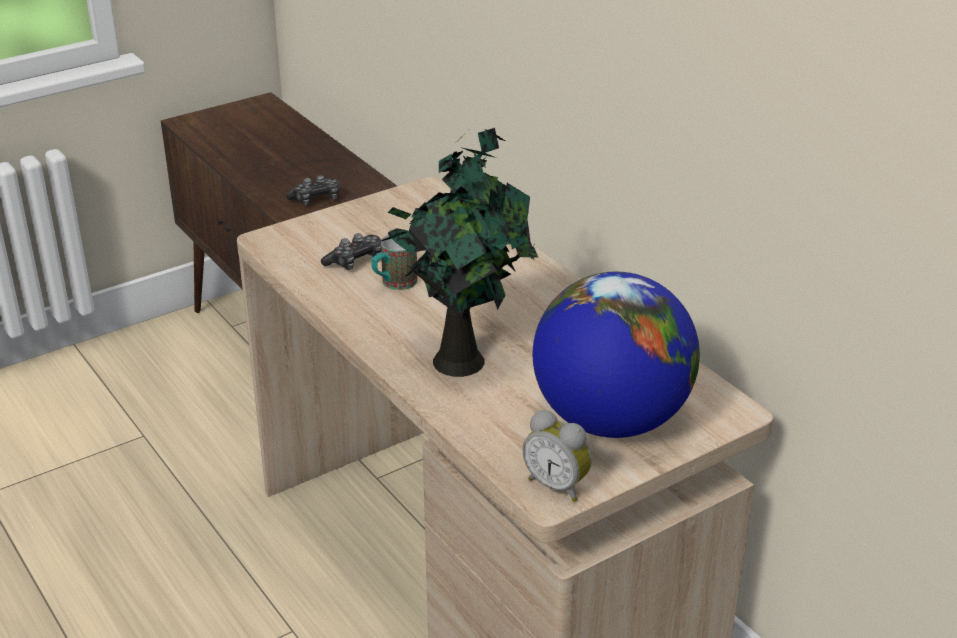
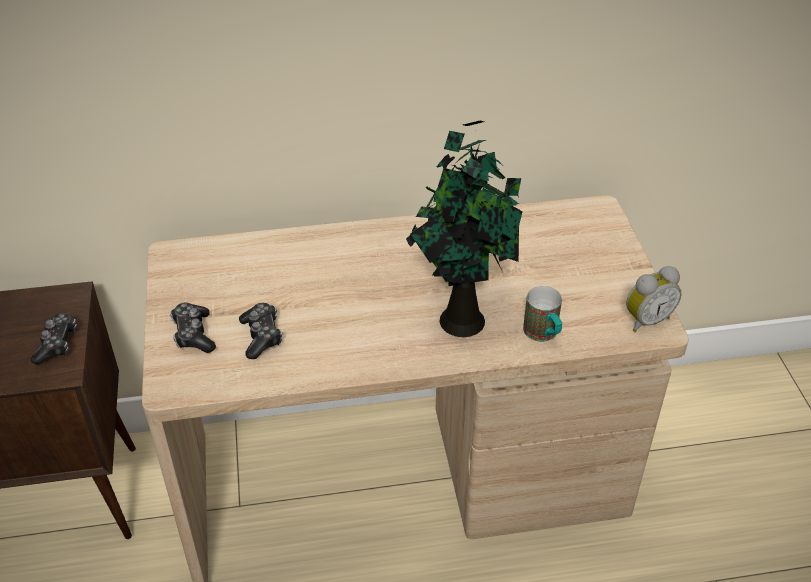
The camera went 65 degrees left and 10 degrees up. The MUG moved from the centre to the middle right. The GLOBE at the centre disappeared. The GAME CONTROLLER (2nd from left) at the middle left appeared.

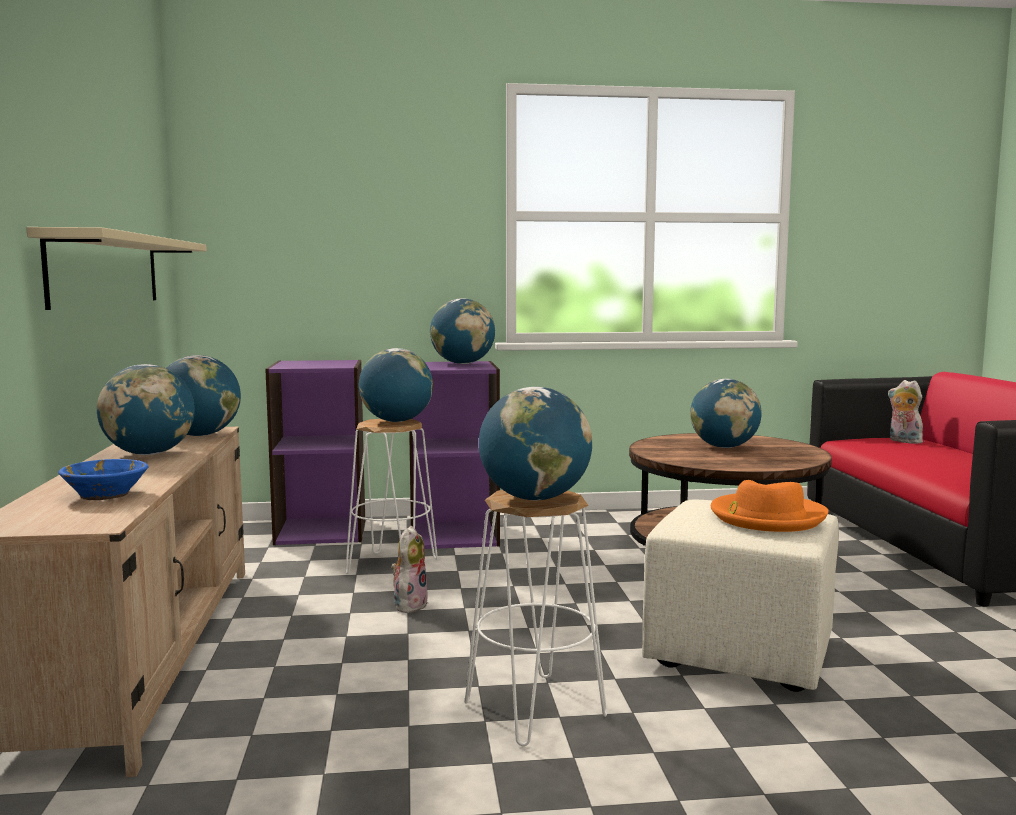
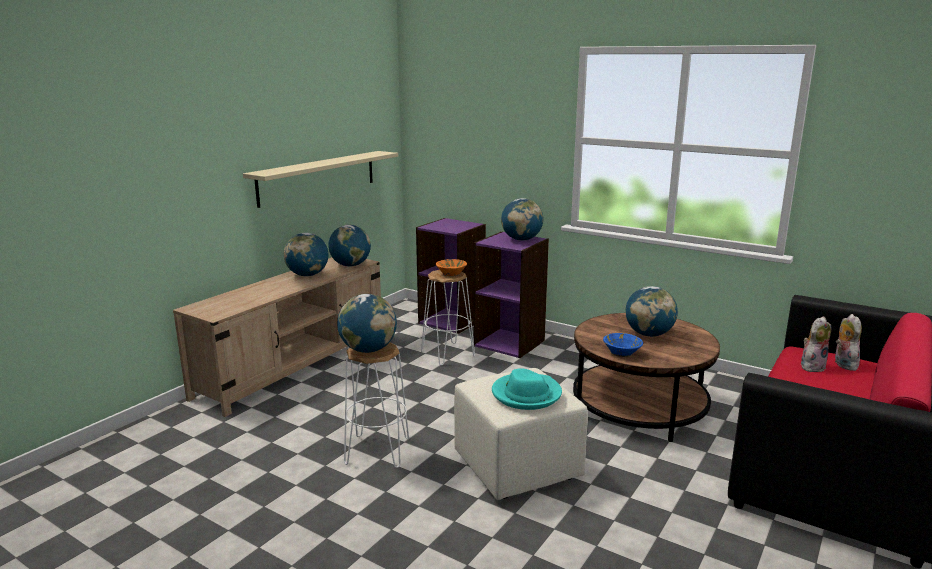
The camera went 40 degrees right and 10 degrees up. The GLOBE (3rd from left) at the centre was replaced by the ORANGE BOWL at the centre. The BLUE BOWL moved from the middle left to the middle right. The ORANGE HAT at the middle right became the TURQUOISE HAT at the bottom centre. The PLUSH TOY (1st from left) moved from the bottom centre to the middle right.

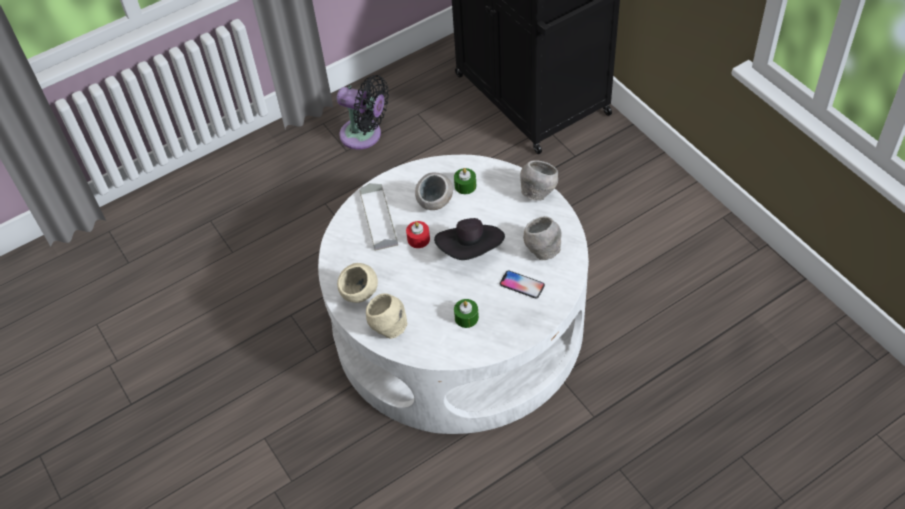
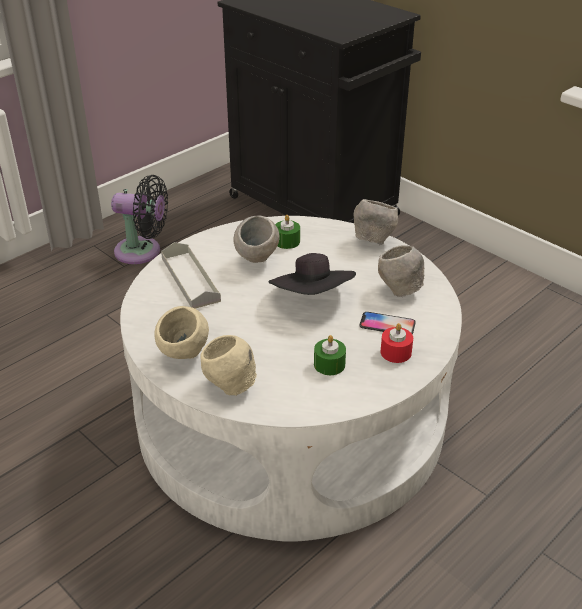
The camera went 15 degrees left and 15 degrees down. The RED CANDLE moved from the centre to the middle right.

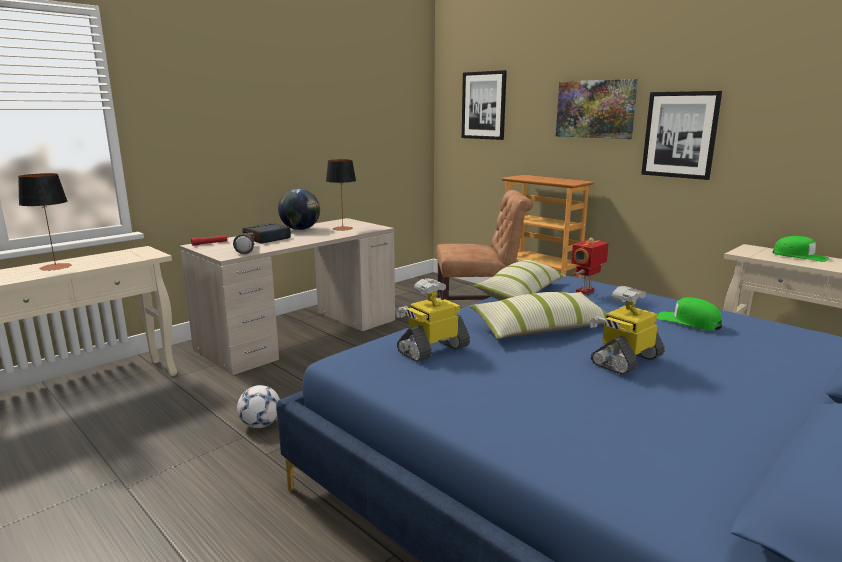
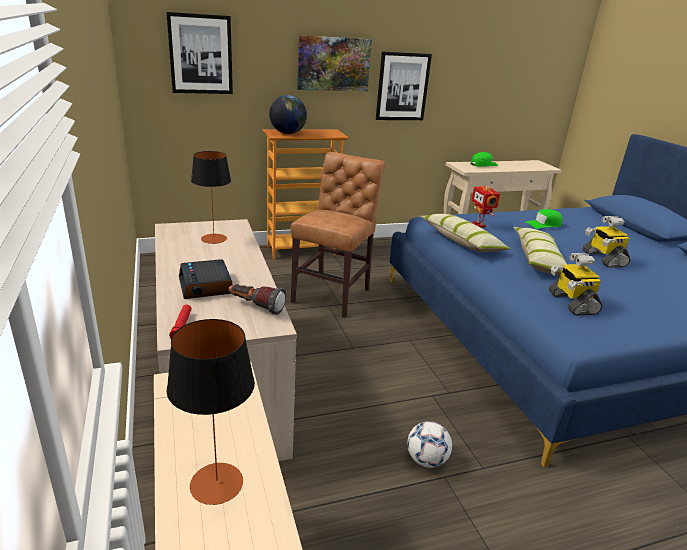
The camera went 65 degrees left and 10 degrees up. The GLOBE moved from the centre to the top centre.

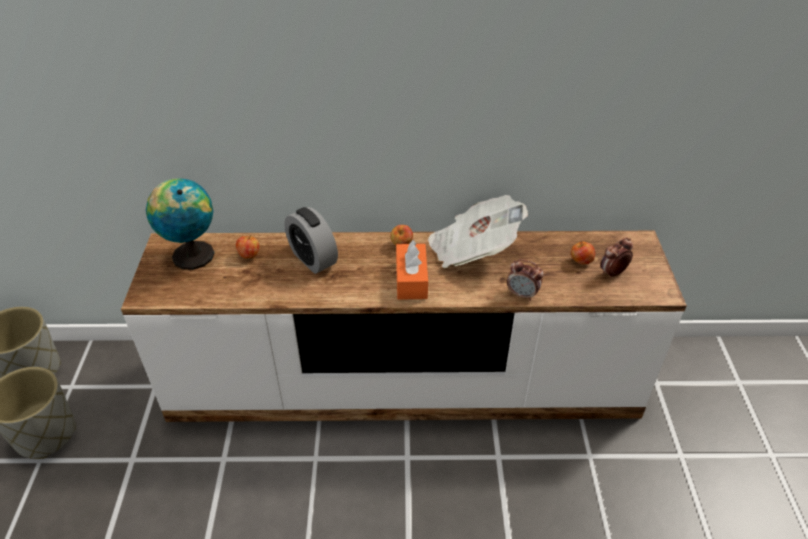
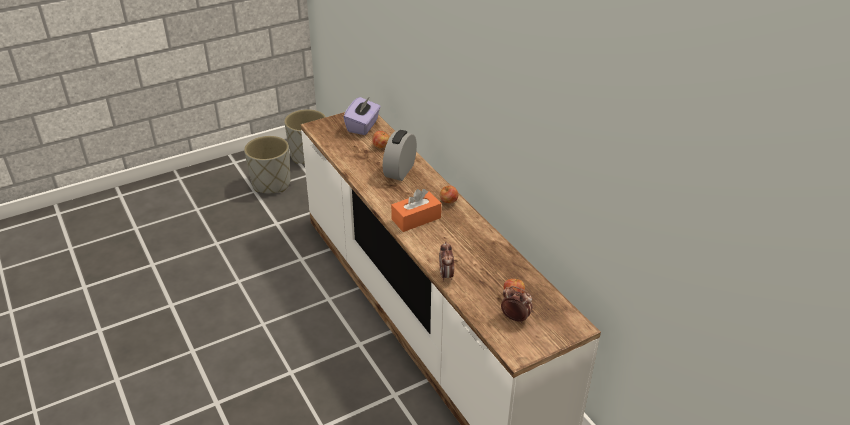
The camera went 60 degrees right and 5 degrees down. The GLOBE at the middle left was replaced by the PURPLE TISSUE BOX at the top centre. The NEWSPAPER at the centre disappeared.

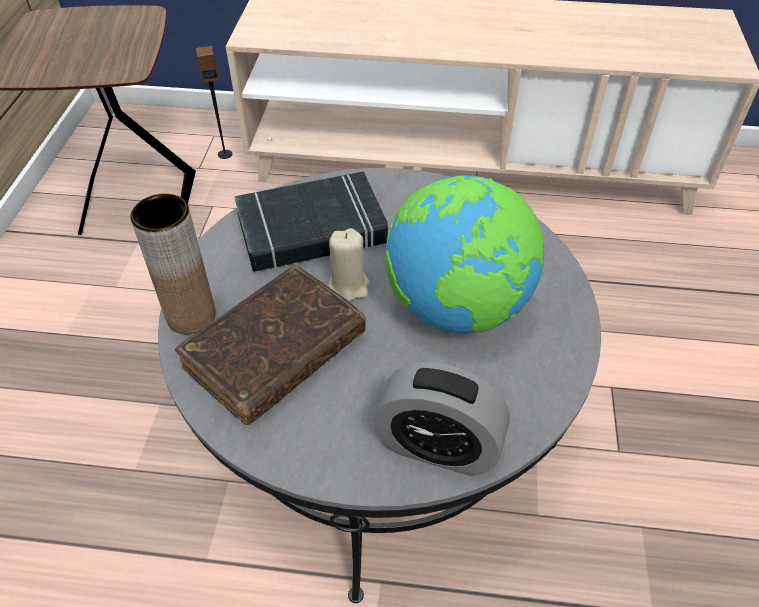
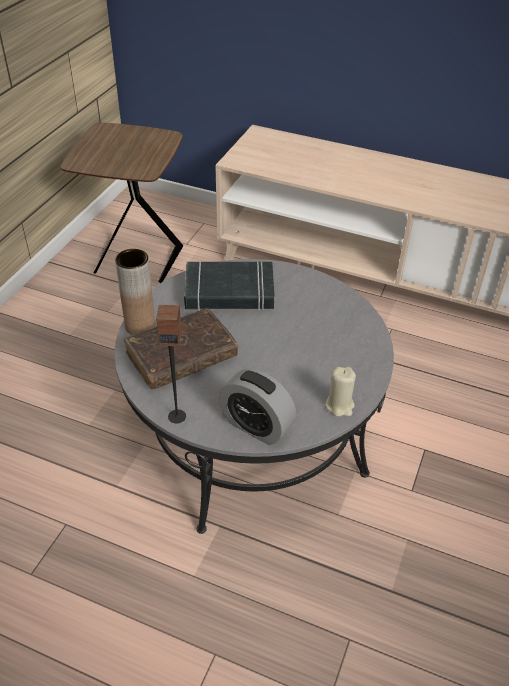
The camera went 15 degrees right and 5 degrees down. The SPEAKER moved from the top left to the centre. The GLOBE at the centre disappeared. The BEIGE CANDLE moved from the centre to the middle right.

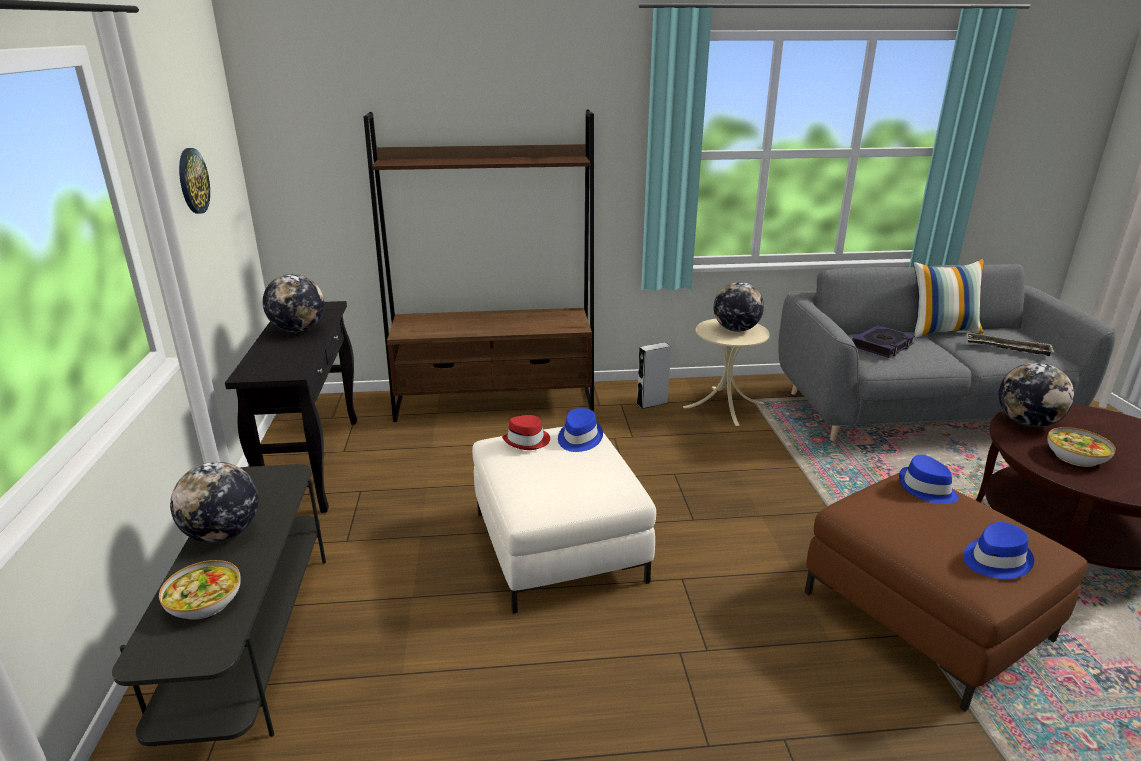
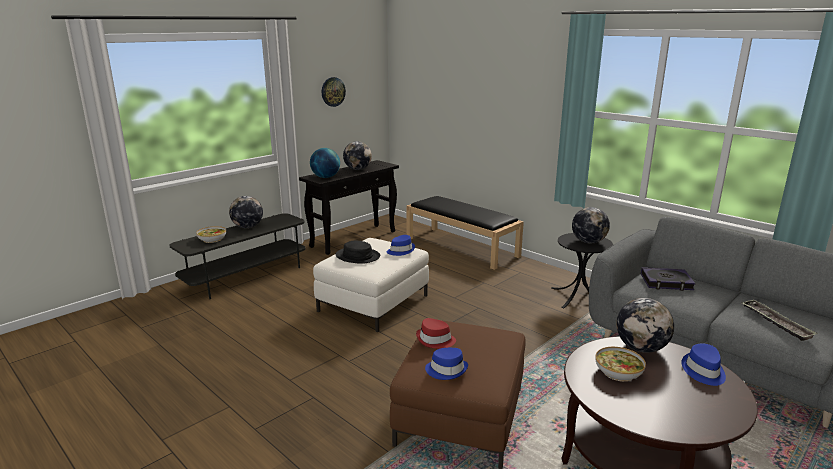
The camera went 50 degrees right and 5 degrees down. The BROWN BOOKCASE at the centre was replaced by the BLACK BENCH at the centre. The PILLOW at the middle right disappeared. The BEIGE SIDE TABLE at the centre became the BLACK SIDE TABLE at the middle right. The GREY SPEAKER at the centre disappeared. The RED HAT moved from the centre to the bottom centre. The BLUE HAT (2nd from left in the first image) moved from the middle right to the bottom right. The GLOBE (2nd from left) at the centre appeared. The BLACK HAT at the centre appeared.

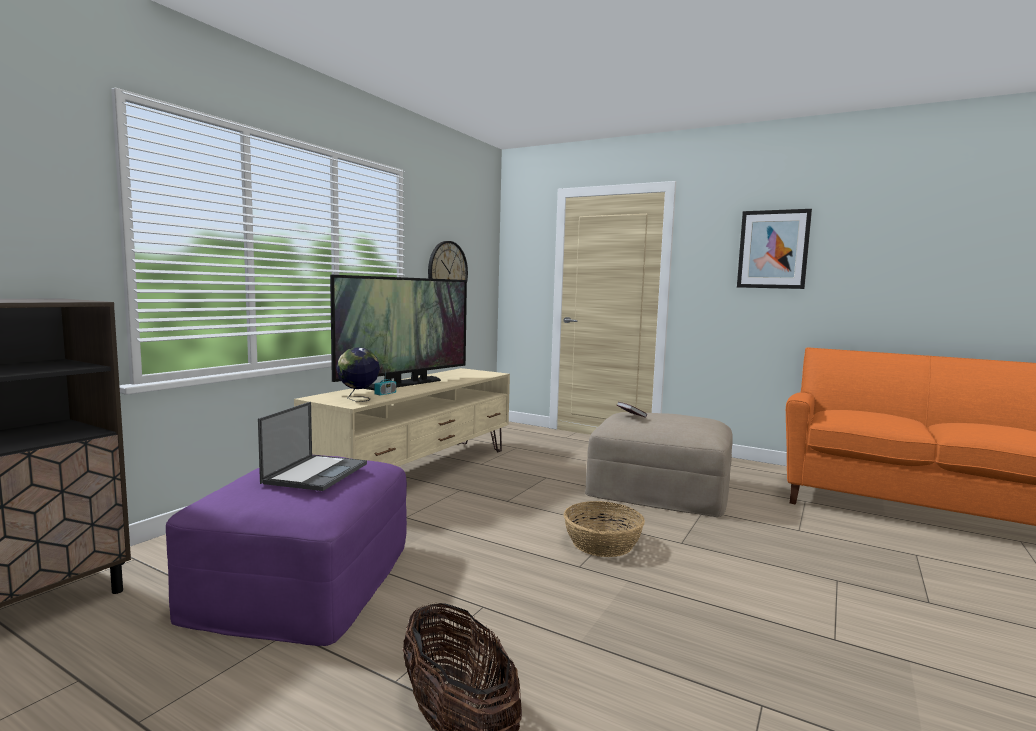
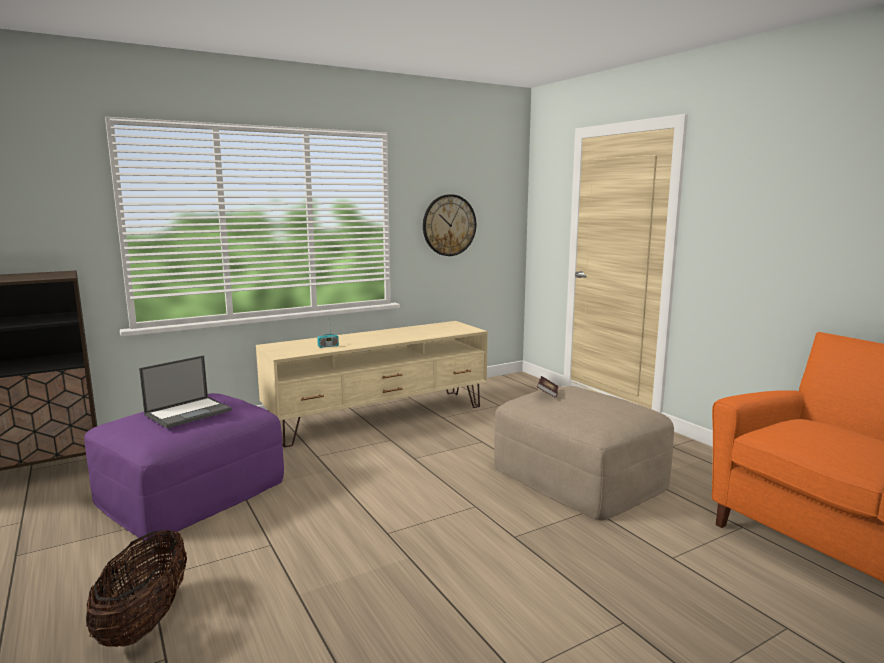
The camera went 30 degrees right and 5 degrees up. The PICTURE at the middle right disappeared. The TELEVISION at the centre disappeared. The GLOBE at the centre disappeared. The BASKET (2nd from left) at the bottom centre disappeared.

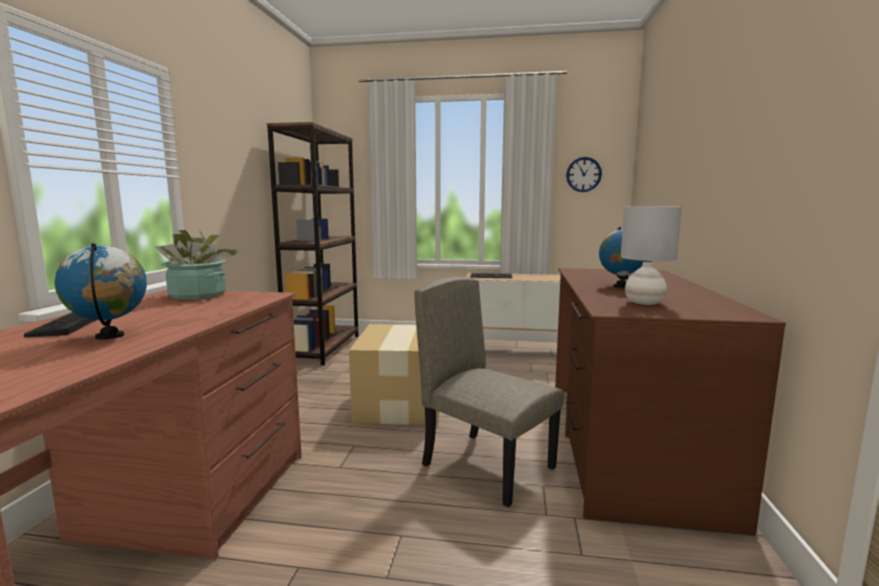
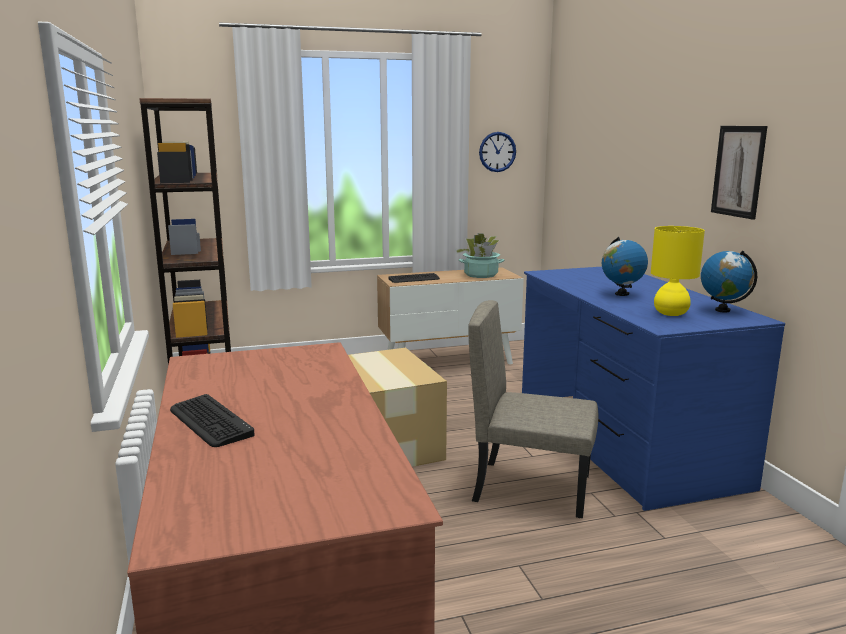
The camera went 25 degrees left and 5 degrees up. The GREY TABLE LAMP at the middle right became the YELLOW TABLE LAMP at the middle right. The POTTED PLANT moved from the middle left to the centre. The GLOBE (1st from left in the first image) moved from the middle left to the middle right. The BROWN DESK (2nd from left) at the bottom right became the BLUE DESK at the middle right. The PICTURE at the top right appeared.

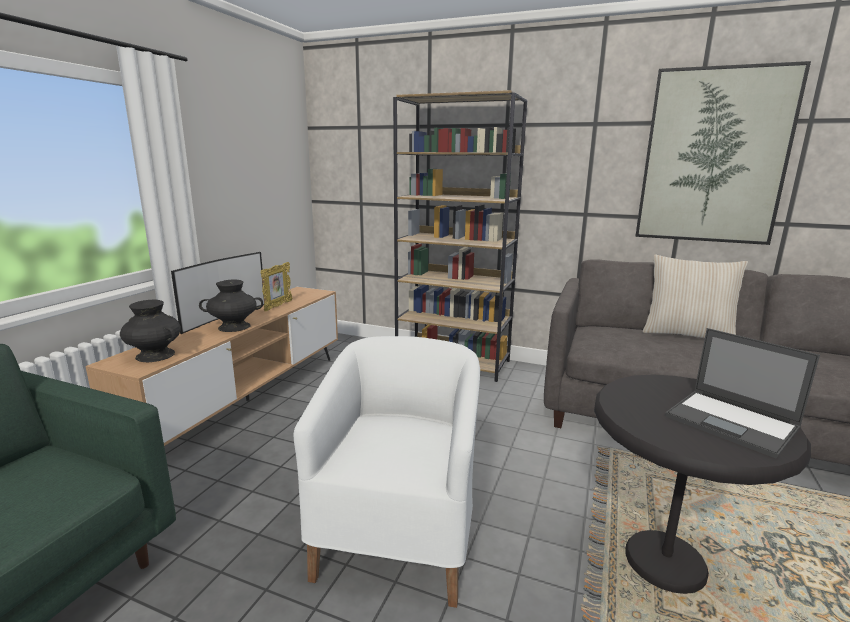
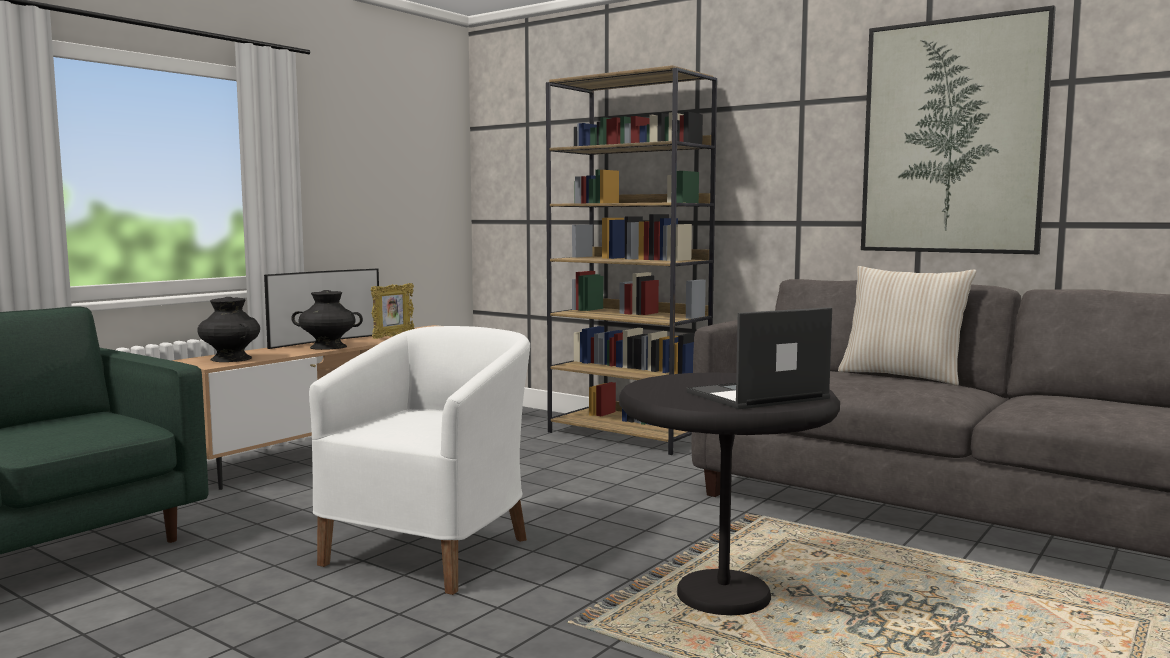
The camera went 15 degrees right and 10 degrees down. The LAPTOP at the middle right turned 90 degrees clockwise.

